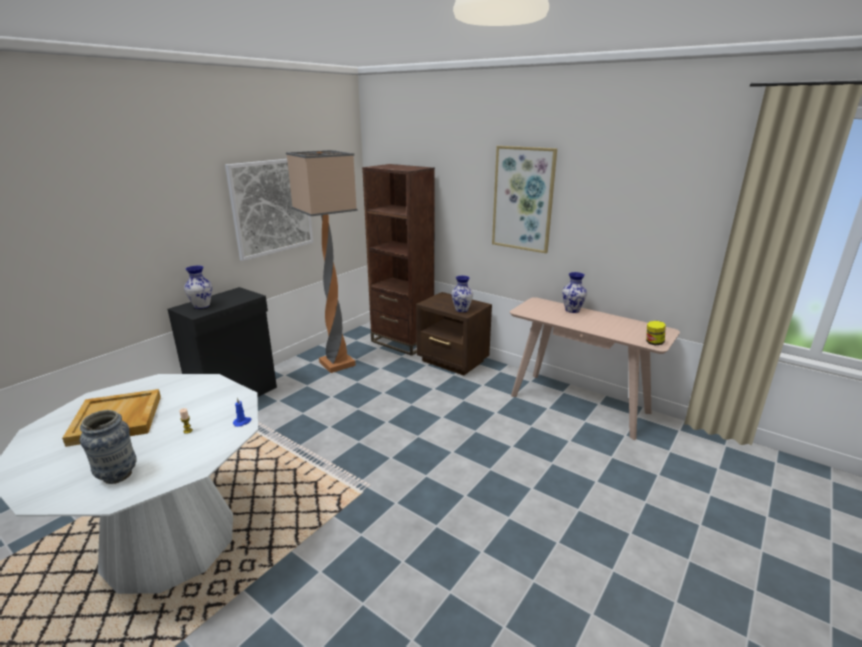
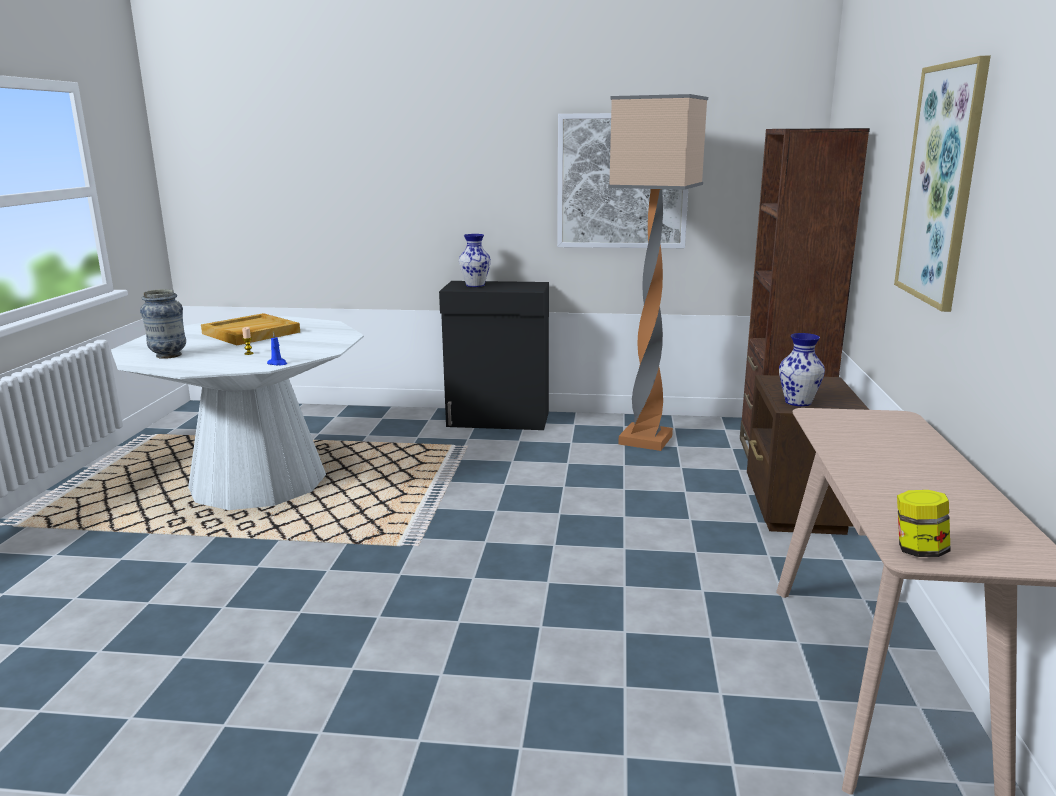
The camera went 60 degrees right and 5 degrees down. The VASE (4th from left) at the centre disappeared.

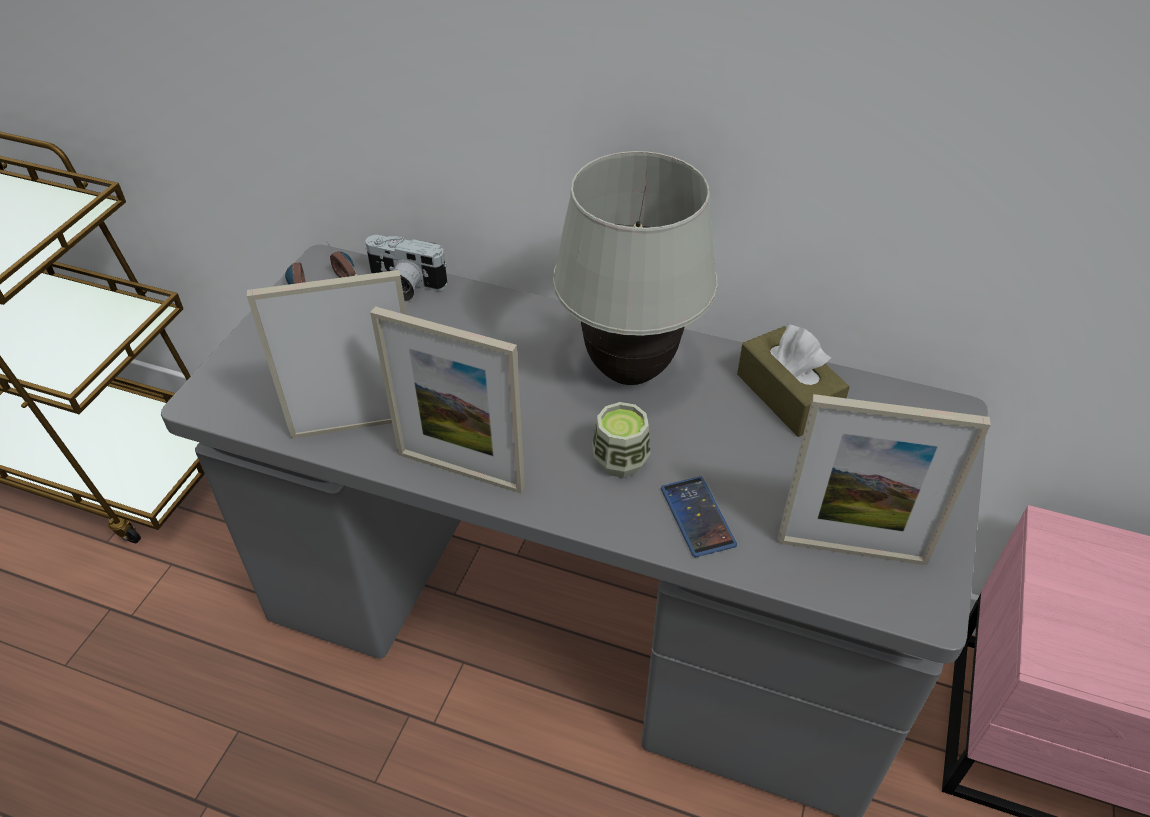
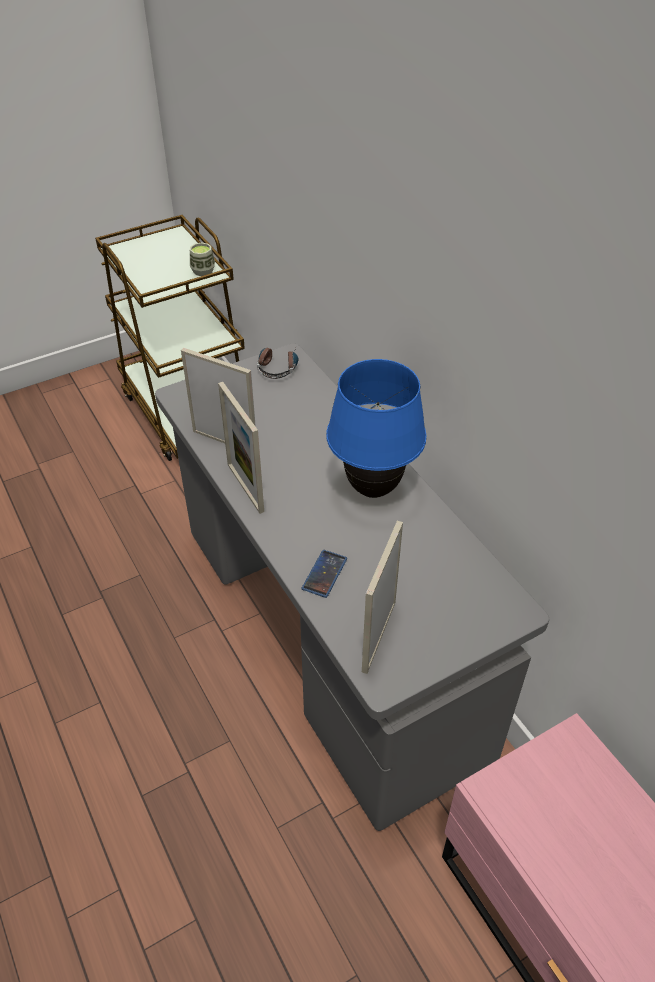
The camera went 40 degrees right and 0 degrees up. The WHITE TABLE LAMP at the top centre became the BLUE TABLE LAMP at the centre. The PHOTO CAMERA at the top centre disappeared. The BROWN TISSUE BOX at the middle right disappeared. The PICTURE FRAME (3rd from left) at the middle right turned 60 degrees clockwise. The CUP moved from the centre to the top left.

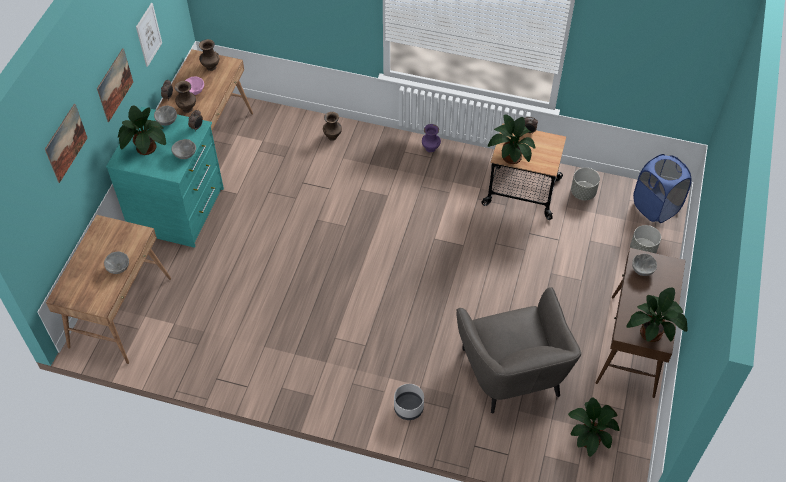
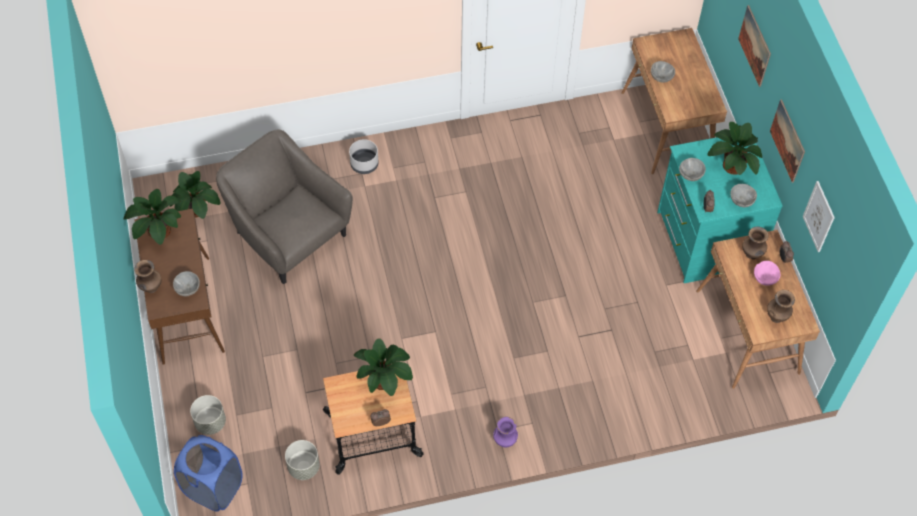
The camera went 150 degrees right and 5 degrees up. The BROWN VASE (3rd from left in the first image) moved from the top centre to the middle left.

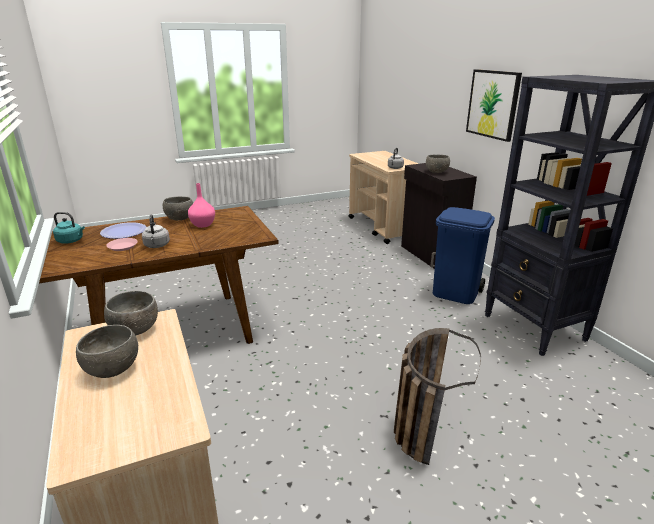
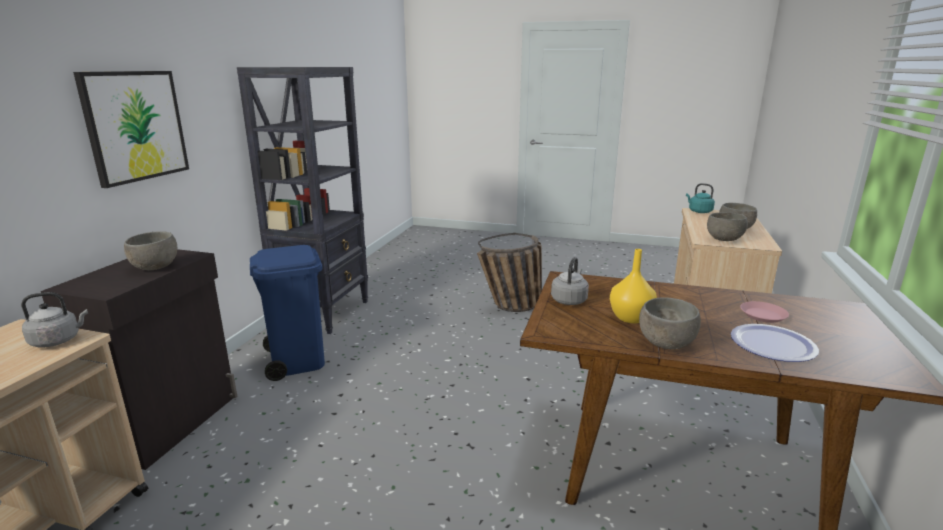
The camera went 140 degrees left and 5 degrees down. The PINK VASE at the middle left became the YELLOW VASE at the middle right. The TURQUOISE KETTLE moved from the middle left to the middle right. The GREY KETTLE (1st from left in the first image) moved from the middle left to the centre.

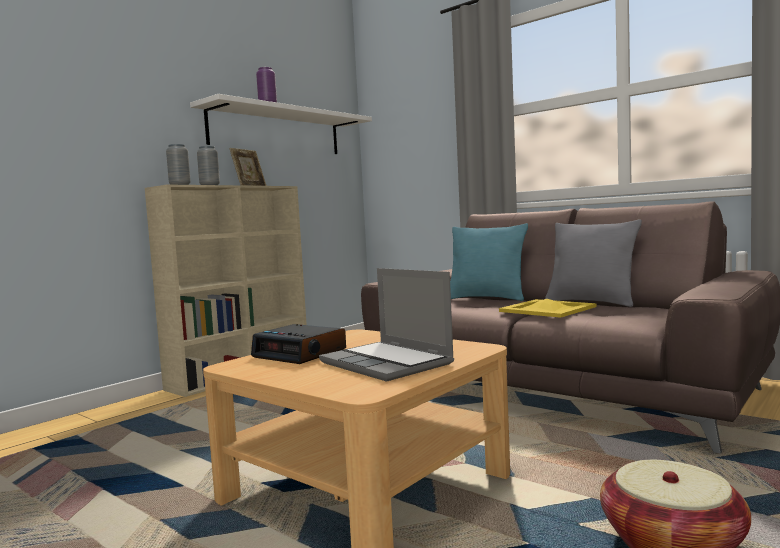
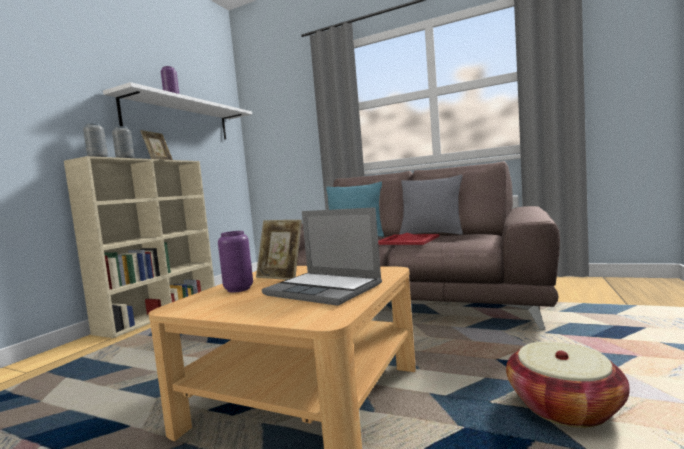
The camera went 15 degrees left and 0 degrees up. The YELLOW TRAY at the middle right became the RED TRAY at the centre. The ALARM CLOCK at the centre was replaced by the PURPLE VASE (2nd from left) at the centre. The PICTURE FRAME (2nd from left) at the centre appeared.

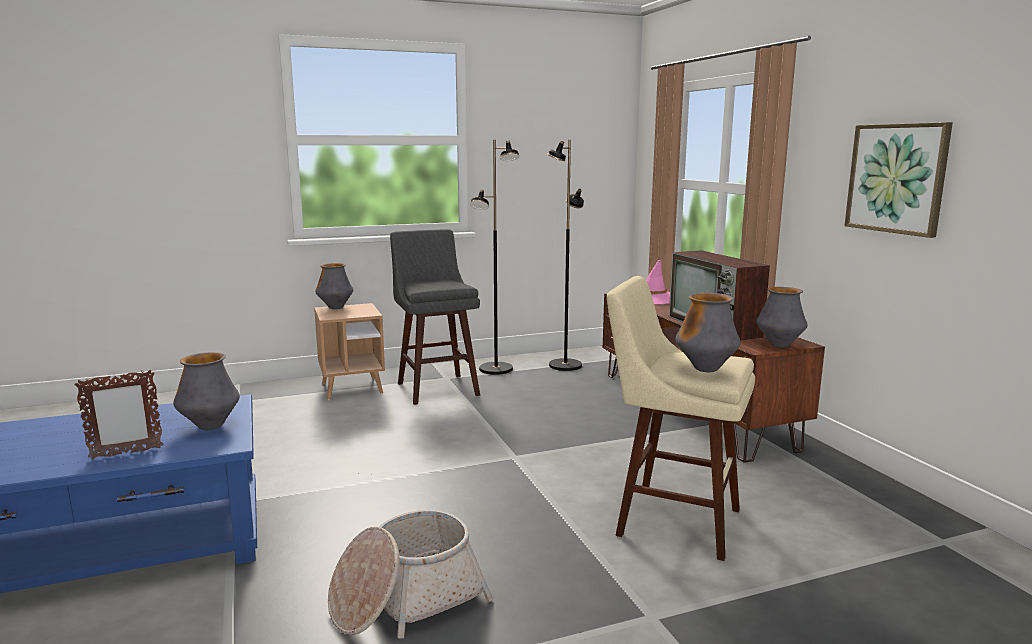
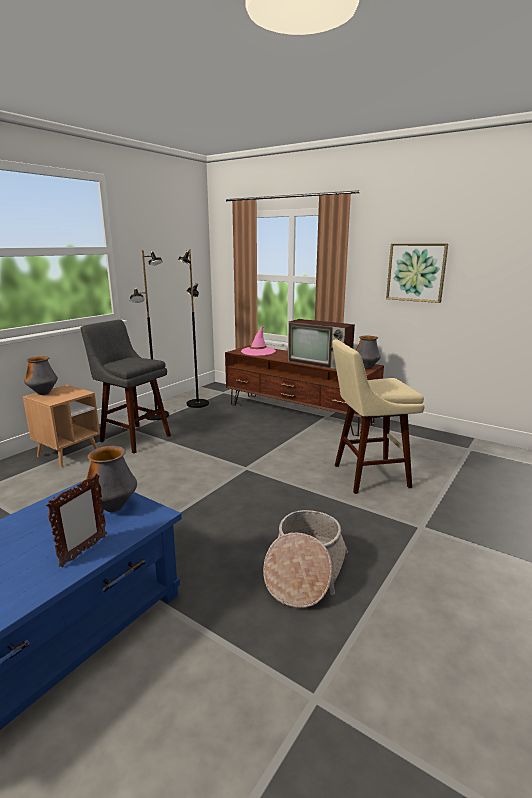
The camera went 35 degrees left and 5 degrees up. The VASE (3rd from left) at the middle right disappeared.

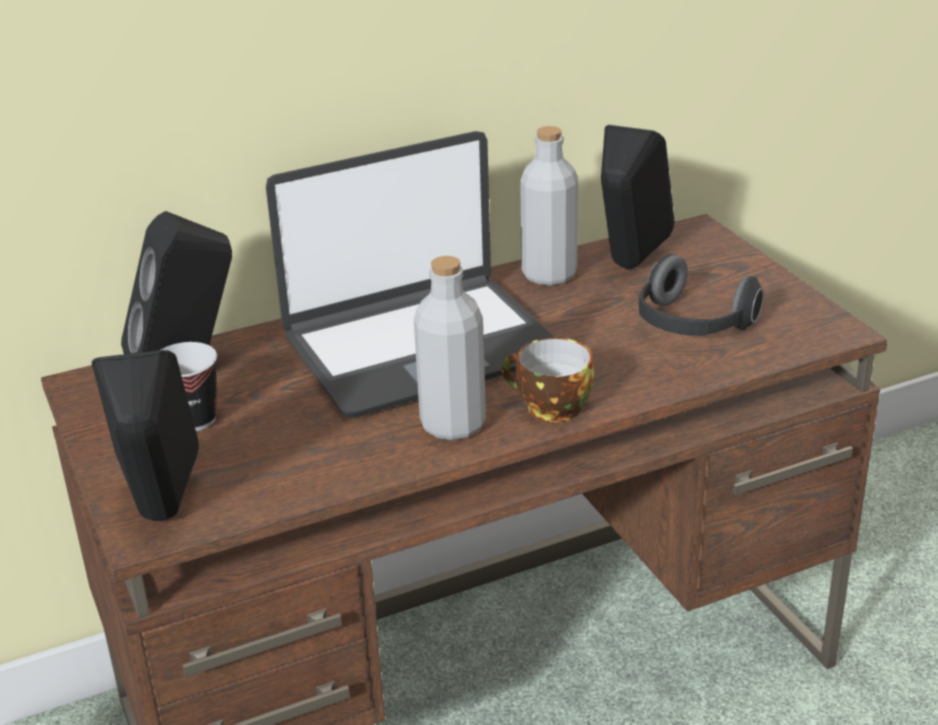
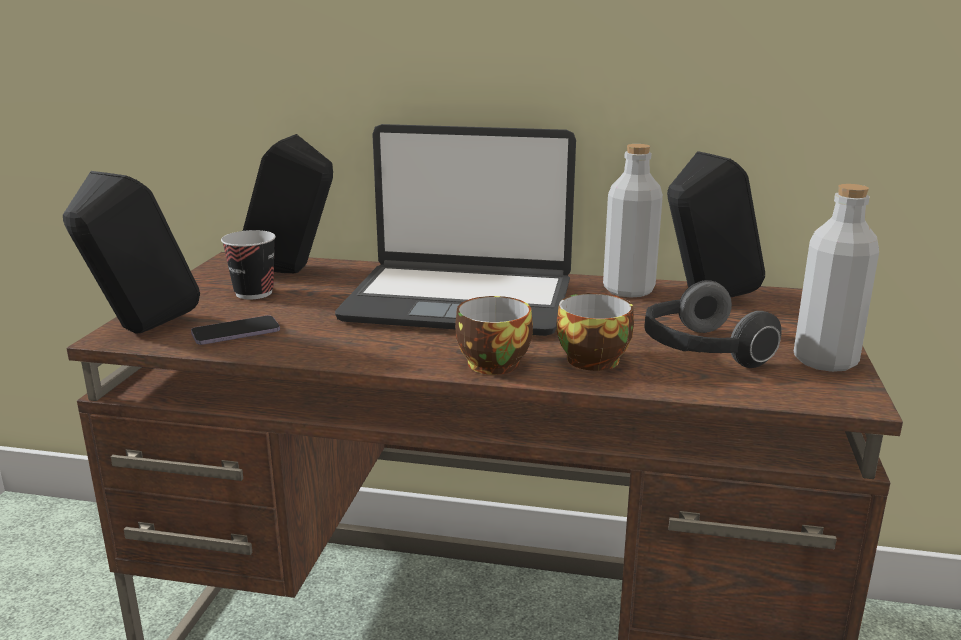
The camera went 35 degrees right and 10 degrees down. The GREY BOTTLE (1st from left in the first image) moved from the centre to the middle right. The CUP (3rd from left) at the centre appeared. The PHONE at the middle left appeared.

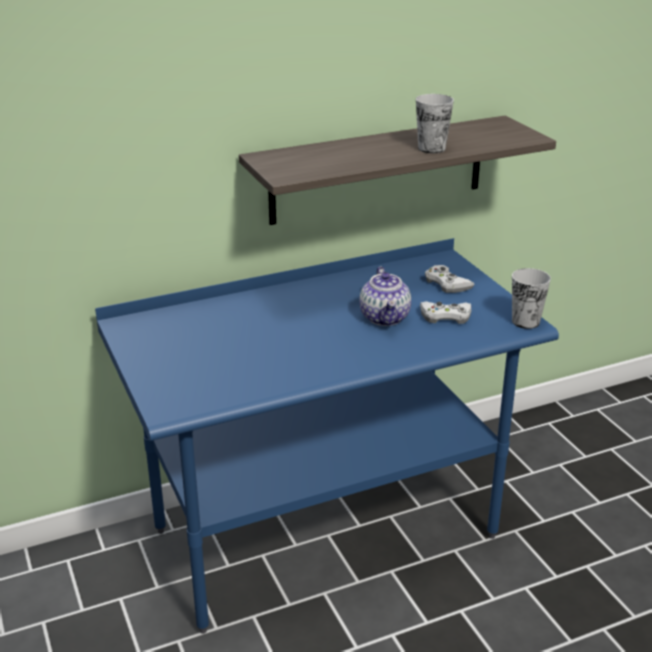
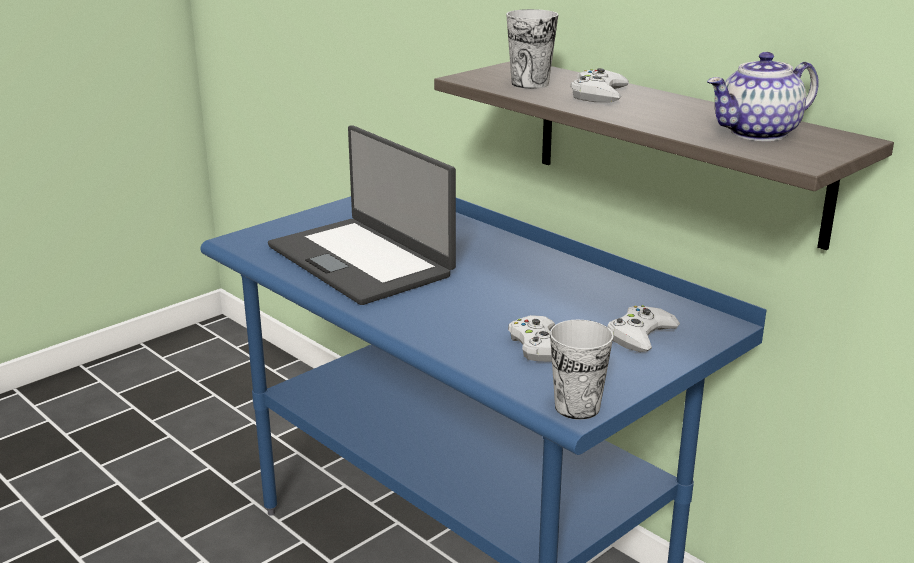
The camera went 70 degrees right and 5 degrees down. The CUP (1st from left) moved from the top right to the top centre. The TEAPOT moved from the centre to the top right. The WHITE GAME CONTROLLER (2nd from left) at the top centre appeared. The LAPTOP at the centre appeared.

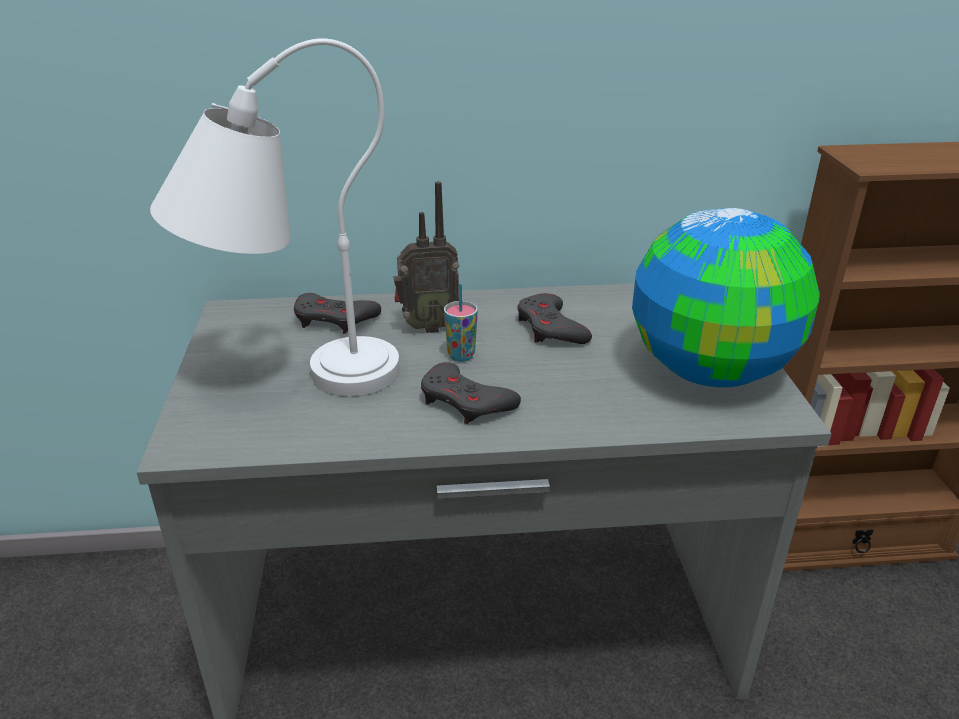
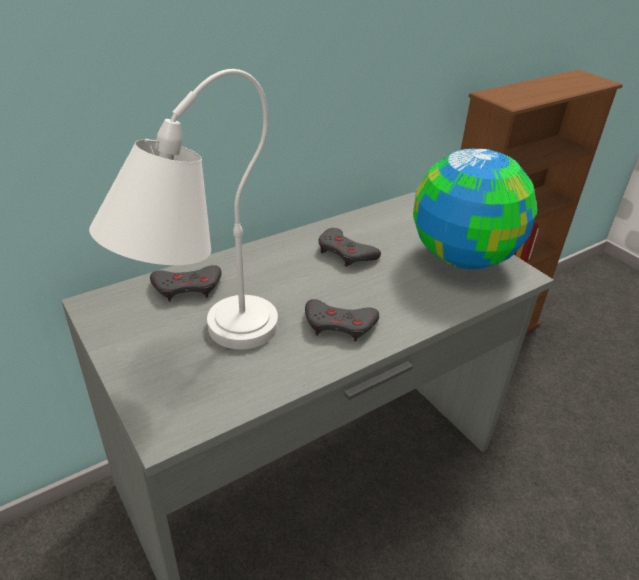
The camera went 30 degrees left and 5 degrees up. The RADIO at the centre disappeared. The CUP at the centre disappeared.

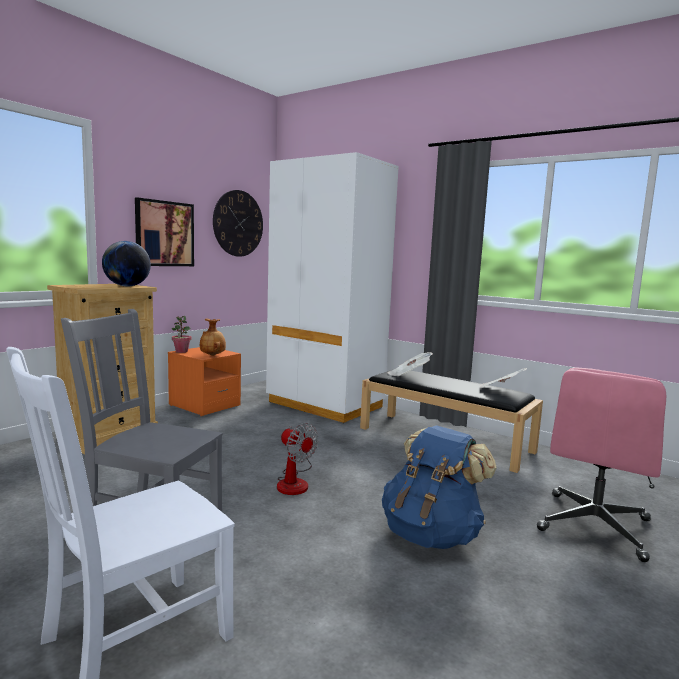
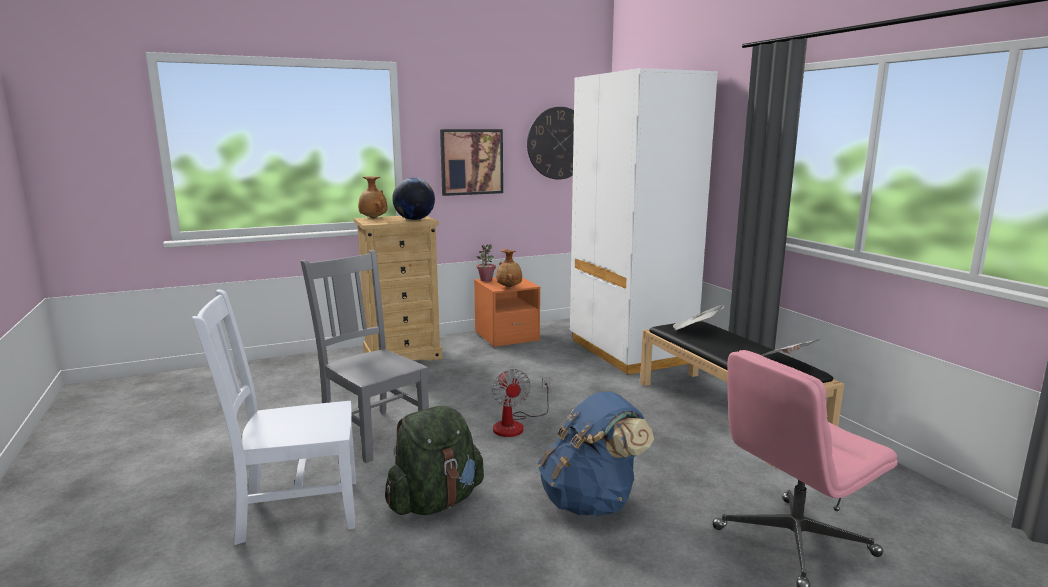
The camera went 30 degrees right and 5 degrees up. The BROWN VASE (1st from left) at the centre appeared. The GREEN BACKPACK at the bottom centre appeared.

